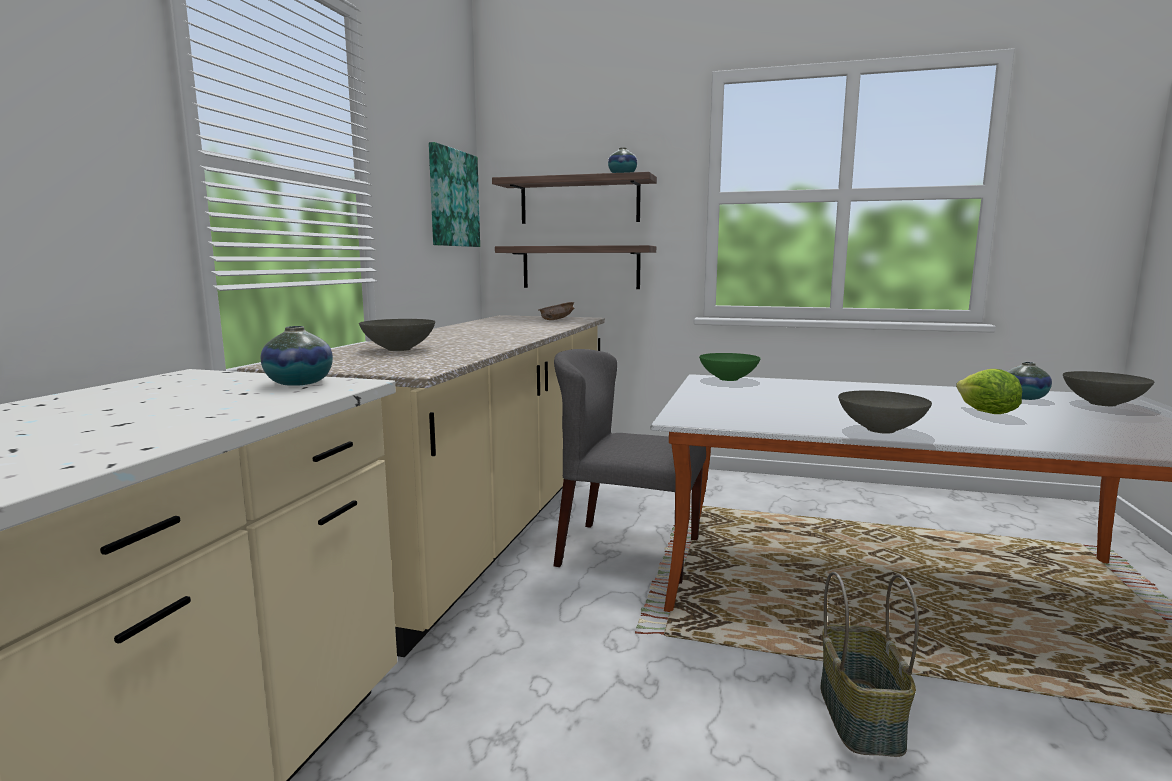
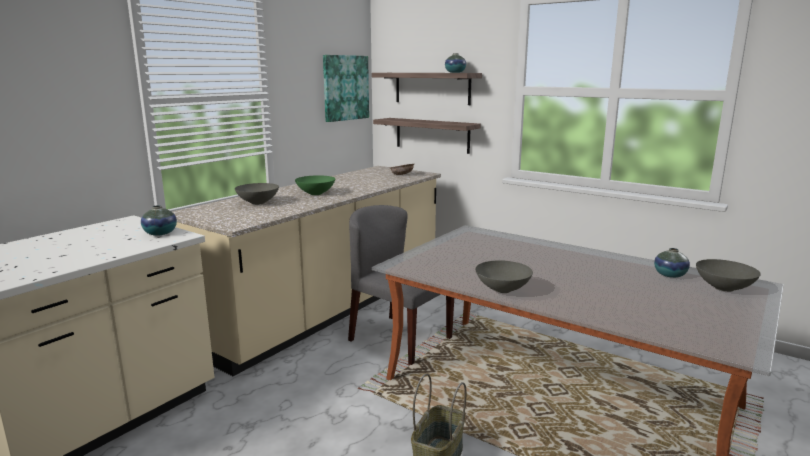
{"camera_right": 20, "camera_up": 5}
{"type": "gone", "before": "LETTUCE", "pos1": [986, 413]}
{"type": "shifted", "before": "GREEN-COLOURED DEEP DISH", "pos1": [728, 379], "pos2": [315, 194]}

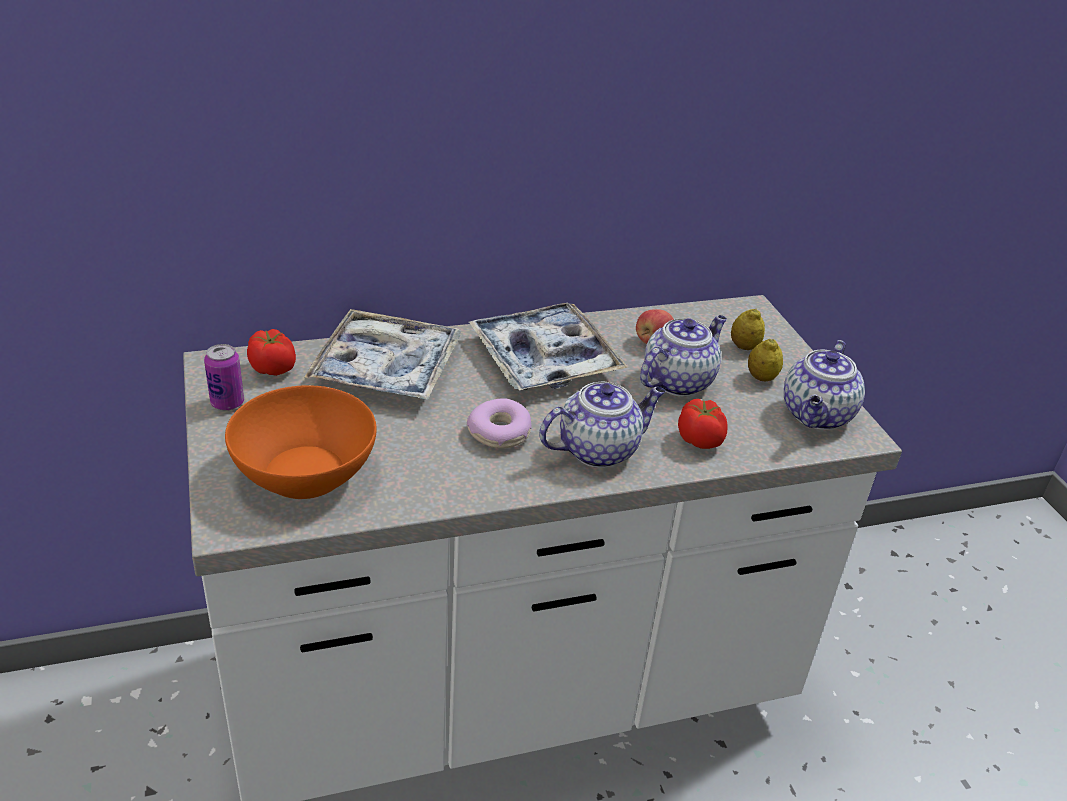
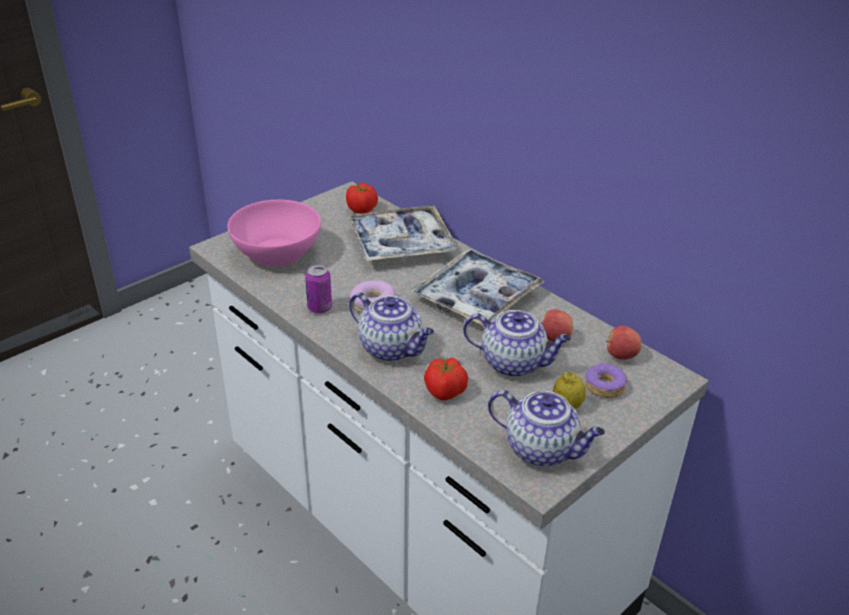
{"camera_right": 65, "camera_up": 0}
{"type": "new", "after": "WHOLE APPLE", "pos2": [620, 355]}
{"type": "shifted", "before": "SEALED CAN", "pos1": [227, 403], "pos2": [319, 308]}
{"type": "swapped", "before": "CITRUS FRUIT", "after": "RING DOUGHNUT", "pos1": [744, 347], "pos2": [604, 386]}
{"type": "repainted", "before": "ORANGEY DEEP DISH", "after": "PINK DEEP DISH", "pos1": [306, 472], "pos2": [277, 253]}
{"type": "rotated", "before": "TEA POT", "pos1": [817, 416], "pos2": [542, 449], "turn": -150}

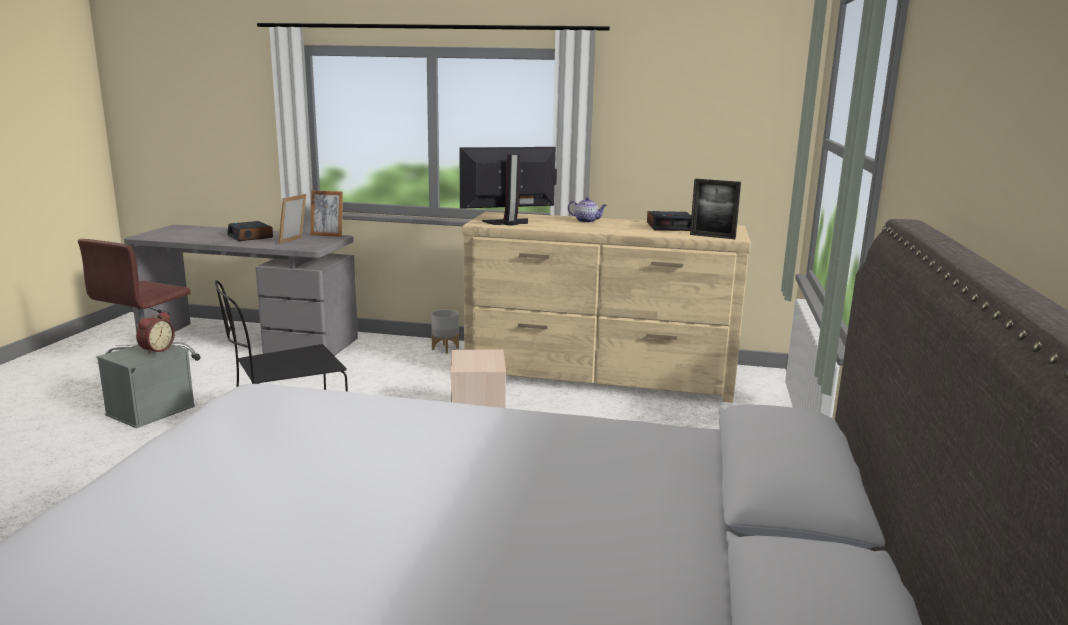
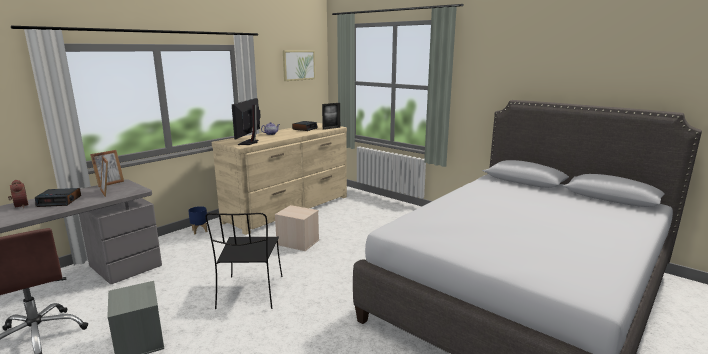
{"camera_right": -60, "camera_up": 0}
{"type": "new", "after": "WALL ART", "pos2": [298, 65]}
{"type": "shifted", "before": "BEDSIDE CLOCK", "pos1": [156, 349], "pos2": [19, 206]}
{"type": "repainted", "before": "GREY PLANTER", "after": "BLUISH PLANTER", "pos1": [445, 349], "pos2": [199, 231]}

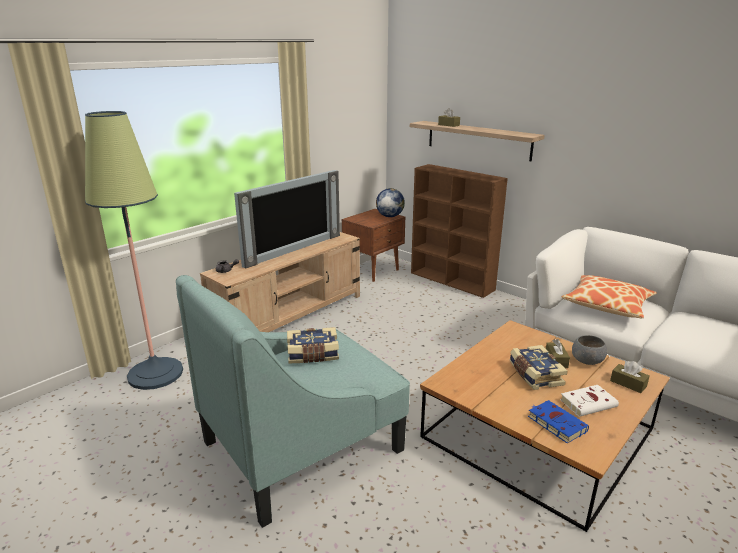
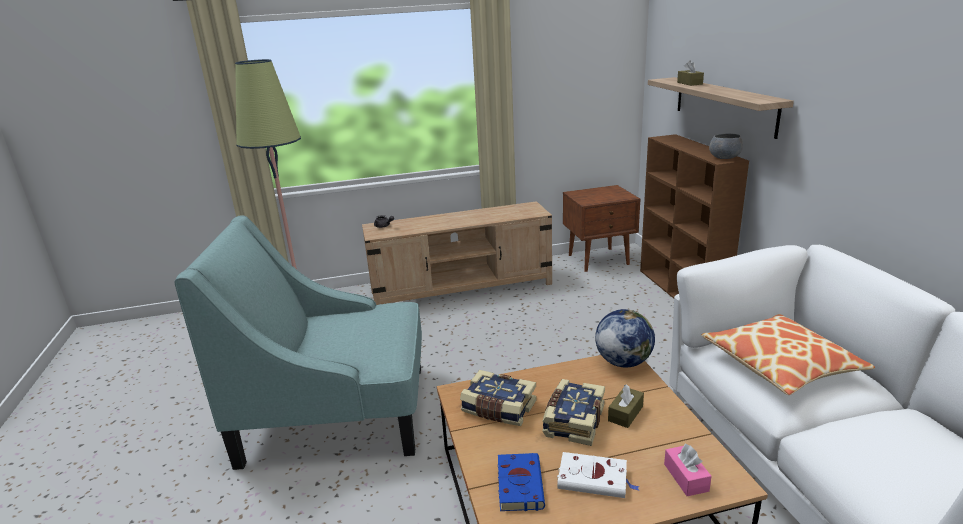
{"camera_right": 35, "camera_up": 0}
{"type": "gone", "before": "TV SET", "pos1": [291, 249]}
{"type": "shifted", "before": "BOOK", "pos1": [313, 354], "pos2": [498, 409]}
{"type": "shifted", "before": "GLOBE", "pos1": [389, 216], "pos2": [623, 362]}
{"type": "shifted", "before": "GREY DEEP DISH", "pos1": [586, 360], "pos2": [724, 157]}
{"type": "repainted", "before": "BROWN TISSUE BOX", "after": "PINK TISSUE BOX", "pos1": [628, 383], "pos2": [686, 477]}

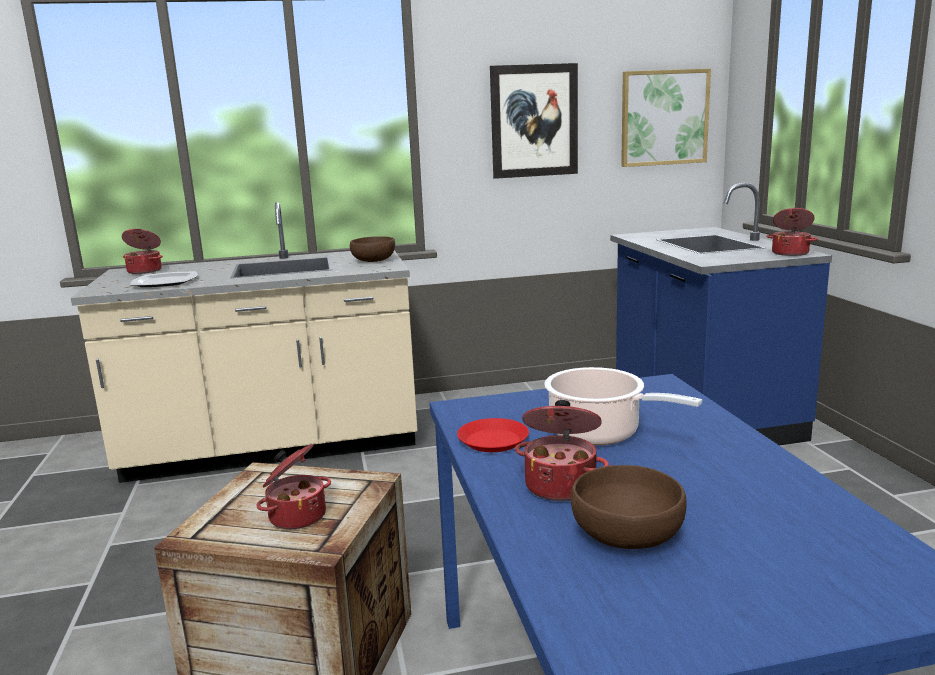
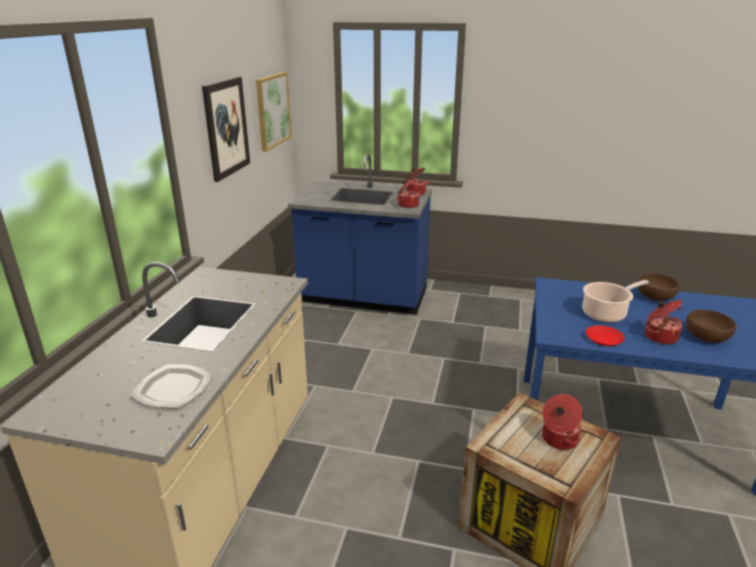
{"camera_right": -65, "camera_up": 10}
{"type": "shifted", "before": "SAUCEPOT", "pos1": [145, 271], "pos2": [408, 205]}
{"type": "shifted", "before": "BROWN DEEP DISH", "pos1": [374, 260], "pos2": [654, 296]}

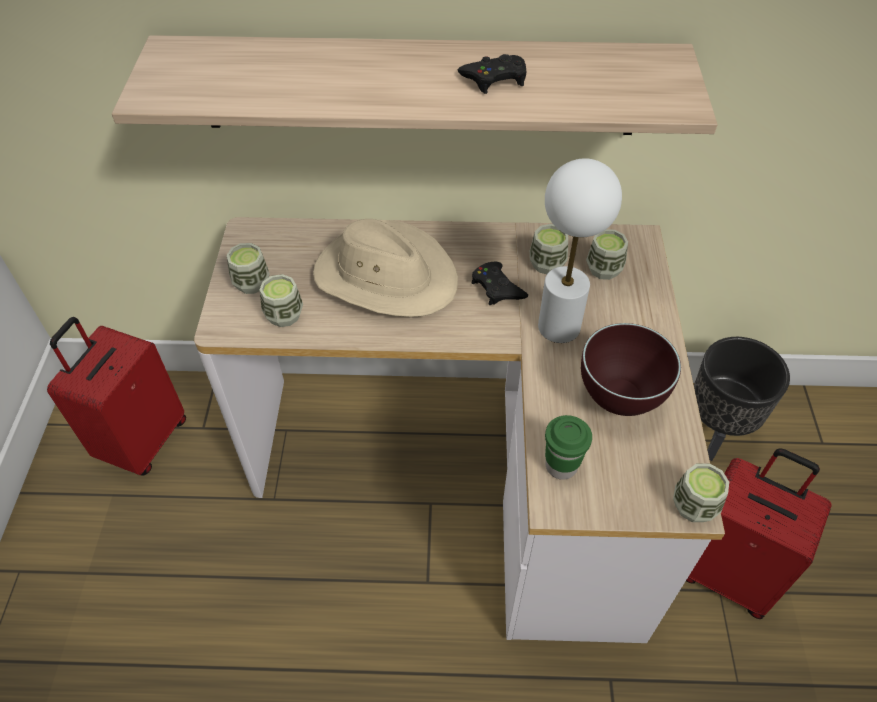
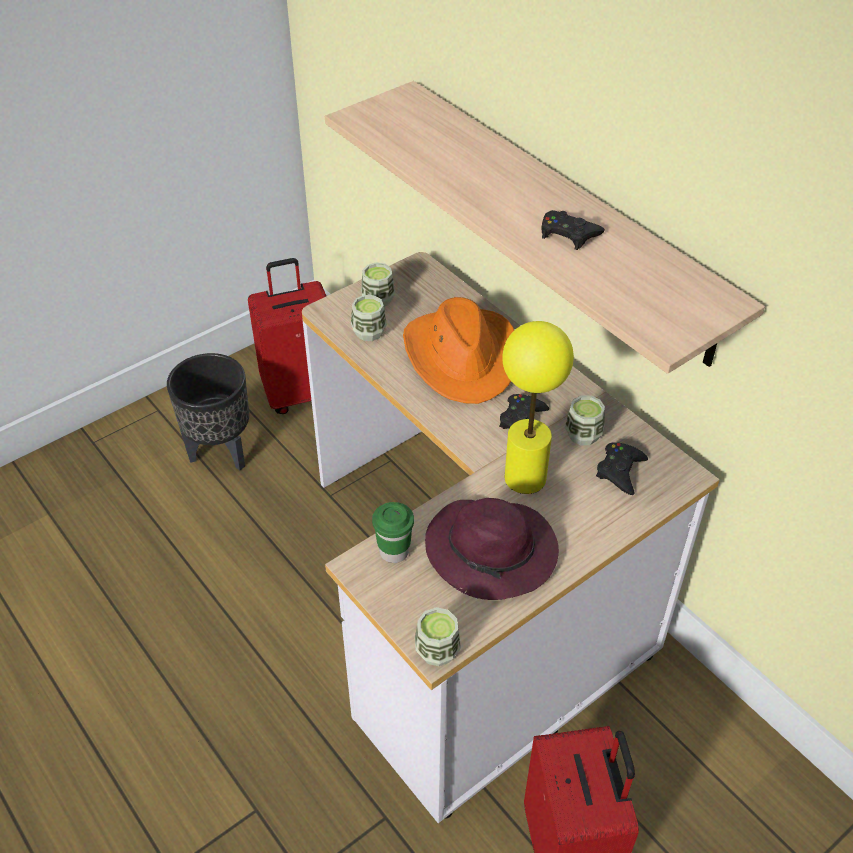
{"camera_right": 50, "camera_up": -5}
{"type": "shifted", "before": "BLACK-COLOURED PLANTER", "pos1": [713, 433], "pos2": [220, 452]}
{"type": "swapped", "before": "BROWN DEEP DISH", "after": "PURPLISH HAT", "pos1": [619, 399], "pos2": [493, 552]}
{"type": "swapped", "before": "DRINKING CUP", "after": "BLACK-COLOURED GAMEPAD", "pos1": [604, 269], "pos2": [620, 471]}
{"type": "repainted", "before": "SAND-COLOURED HAT", "after": "ORANGEY HAT", "pos1": [386, 276], "pos2": [462, 356]}
{"type": "repainted", "before": "WHITE-COLOURED TABLE LAMP", "after": "YELLOWISH TABLE LAMP", "pos1": [558, 326], "pos2": [525, 477]}

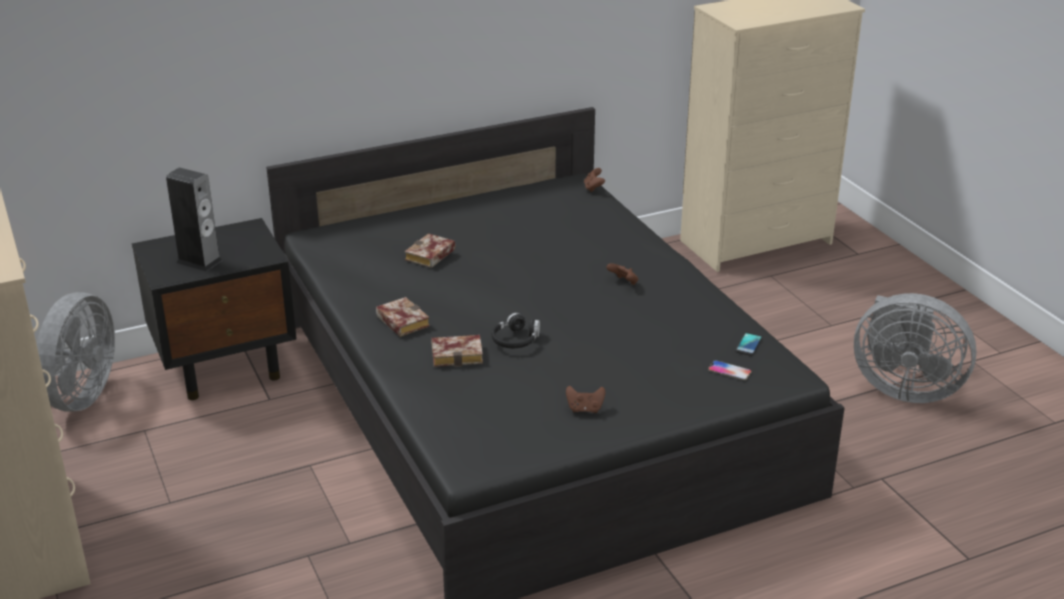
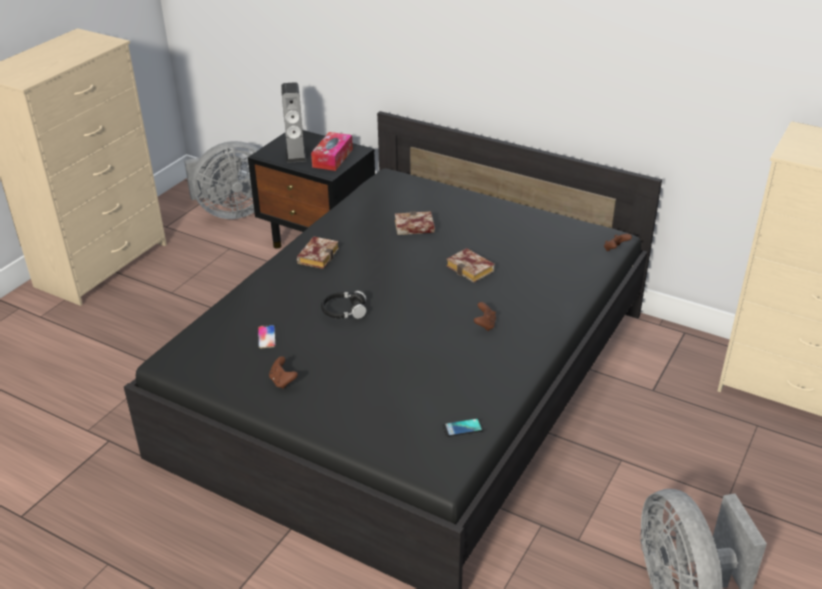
{"camera_right": 55, "camera_up": 5}
{"type": "new", "after": "TISSUE BOX", "pos2": [332, 158]}
{"type": "shifted", "before": "BOOK", "pos1": [459, 354], "pos2": [472, 269]}
{"type": "shifted", "before": "TELEPHONE", "pos1": [729, 371], "pos2": [266, 337]}

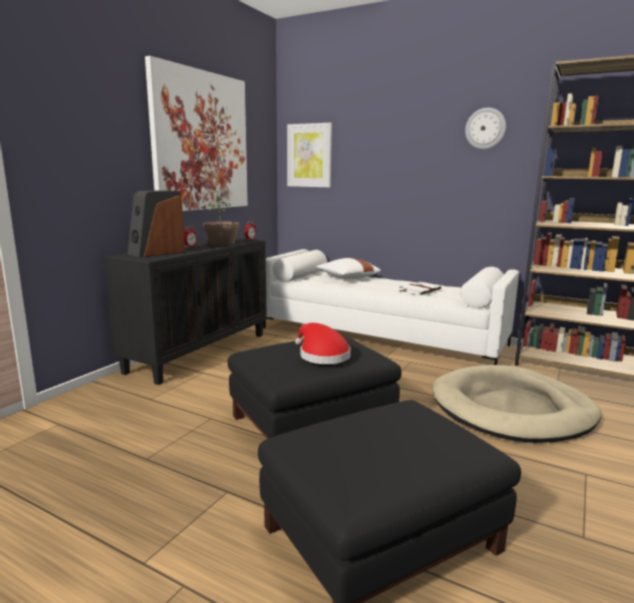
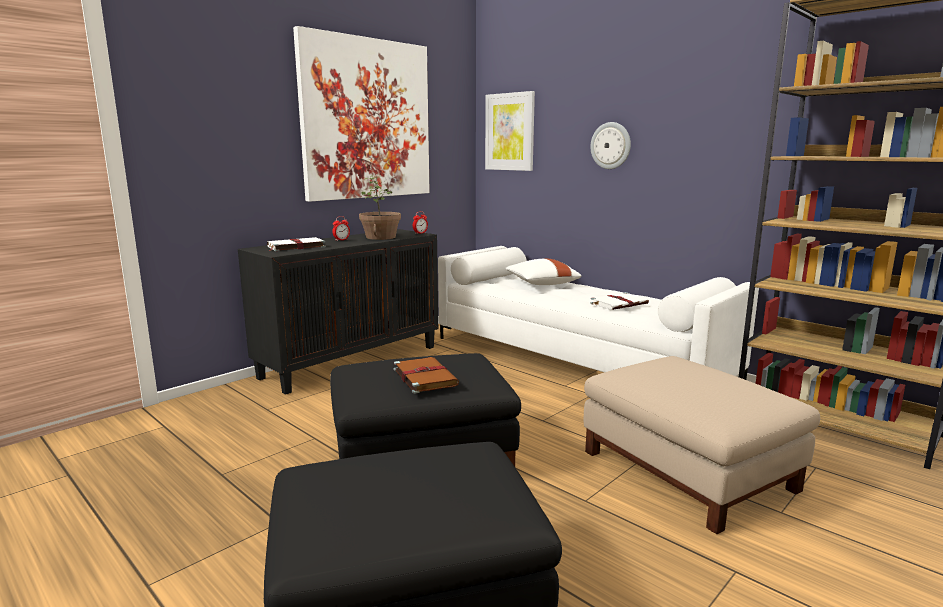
{"camera_right": 15, "camera_up": 0}
{"type": "shifted", "before": "WALL CLOCK", "pos1": [485, 128], "pos2": [611, 145]}
{"type": "swapped", "before": "AUDIO SPEAKER", "after": "WHITE-COLOURED BOOK", "pos1": [156, 253], "pos2": [295, 246]}
{"type": "swapped", "before": "RED-COLOURED HAT", "after": "BROWN BOOK", "pos1": [321, 355], "pos2": [424, 377]}
{"type": "swapped", "before": "SAND-COLOURED PET BED", "after": "SAND-COLOURED OTTOMAN", "pos1": [512, 409], "pos2": [689, 470]}

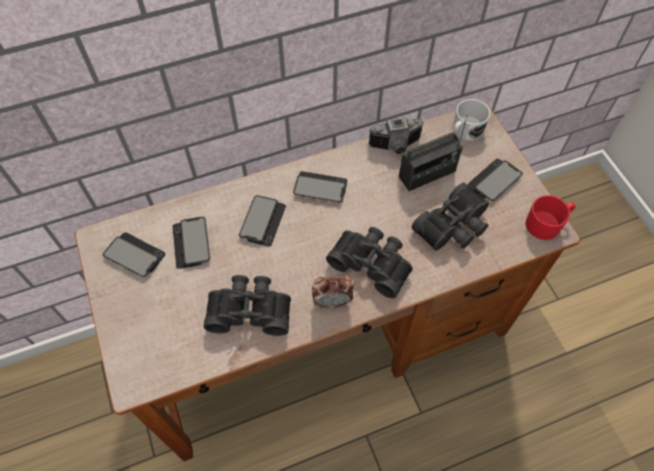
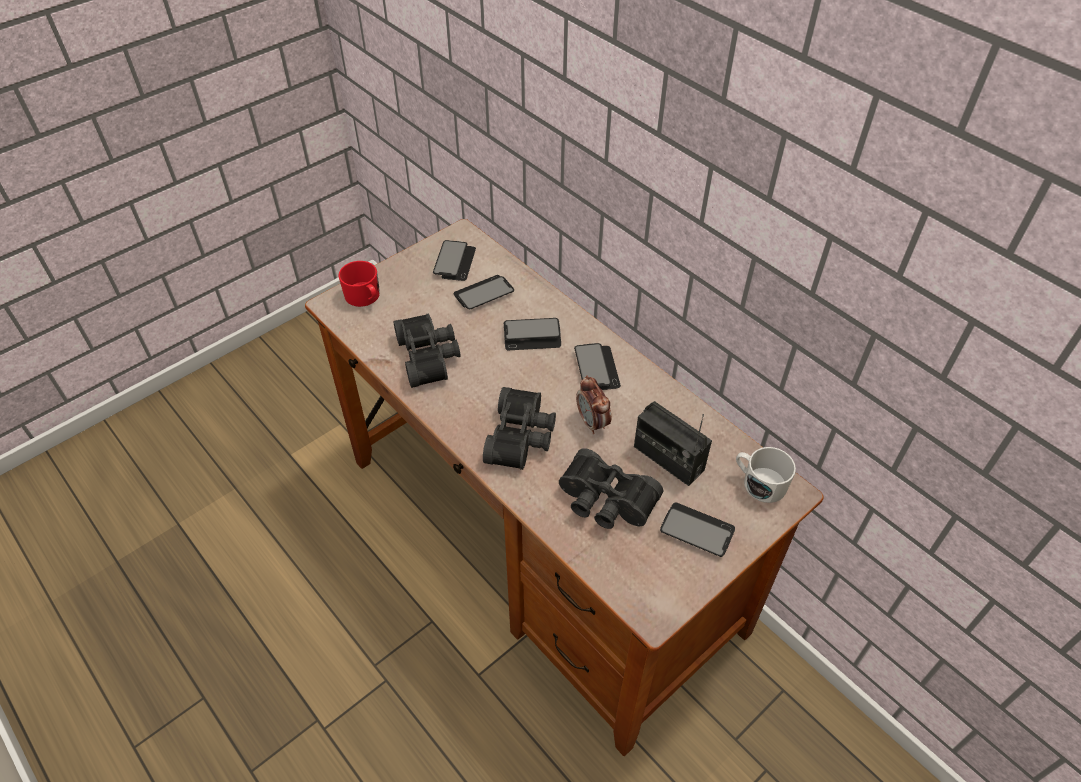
{"camera_right": 70, "camera_up": -10}
{"type": "gone", "before": "STILL CAMERA", "pos1": [396, 147]}
{"type": "shifted", "before": "BEDSIDE CLOCK", "pos1": [332, 302], "pos2": [592, 423]}
{"type": "shifted", "before": "RED-COLOURED MUG", "pos1": [546, 224], "pos2": [365, 297]}

